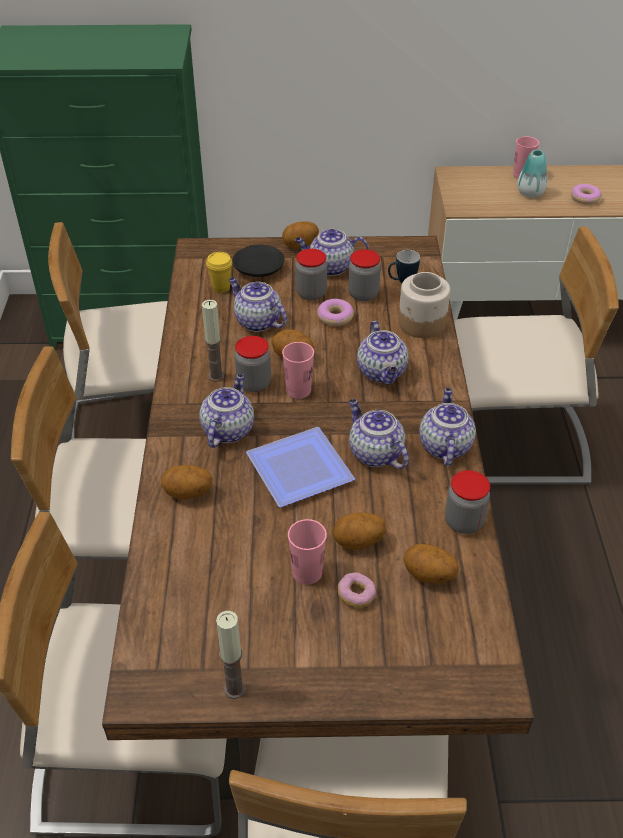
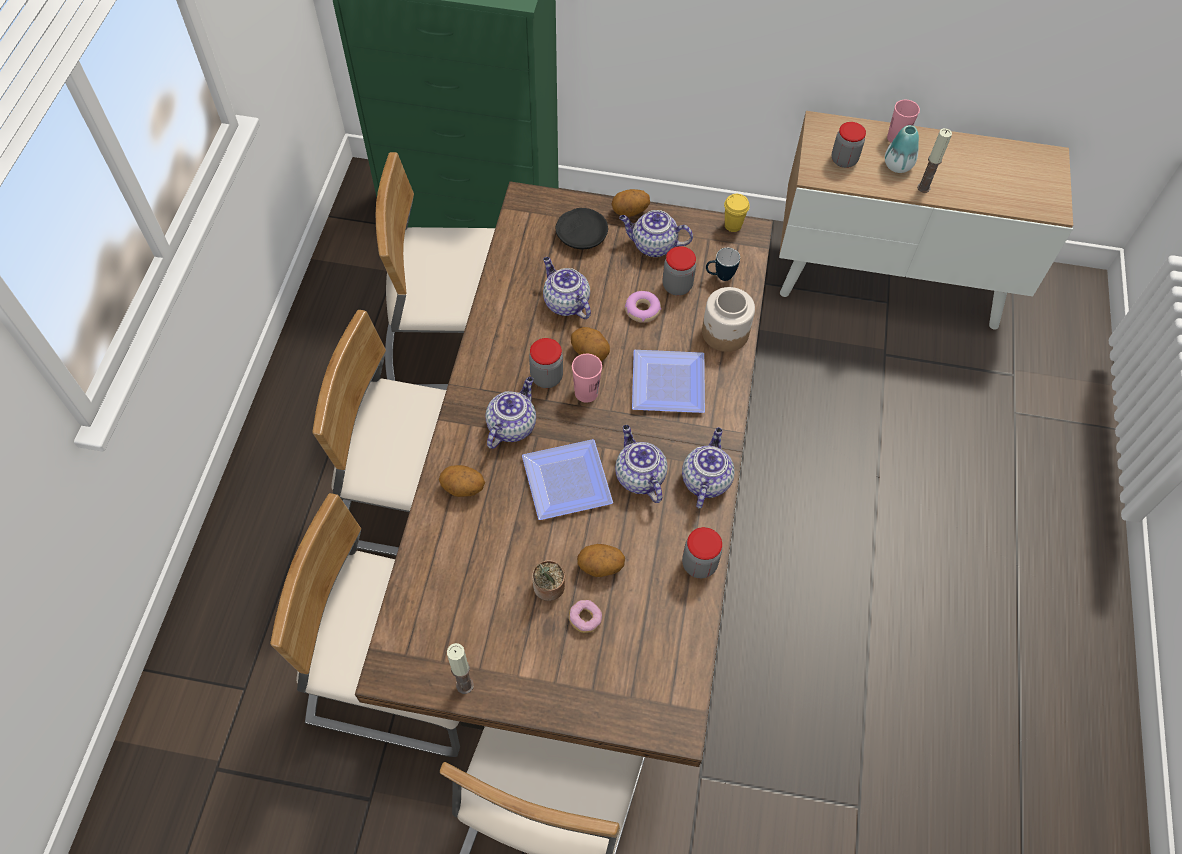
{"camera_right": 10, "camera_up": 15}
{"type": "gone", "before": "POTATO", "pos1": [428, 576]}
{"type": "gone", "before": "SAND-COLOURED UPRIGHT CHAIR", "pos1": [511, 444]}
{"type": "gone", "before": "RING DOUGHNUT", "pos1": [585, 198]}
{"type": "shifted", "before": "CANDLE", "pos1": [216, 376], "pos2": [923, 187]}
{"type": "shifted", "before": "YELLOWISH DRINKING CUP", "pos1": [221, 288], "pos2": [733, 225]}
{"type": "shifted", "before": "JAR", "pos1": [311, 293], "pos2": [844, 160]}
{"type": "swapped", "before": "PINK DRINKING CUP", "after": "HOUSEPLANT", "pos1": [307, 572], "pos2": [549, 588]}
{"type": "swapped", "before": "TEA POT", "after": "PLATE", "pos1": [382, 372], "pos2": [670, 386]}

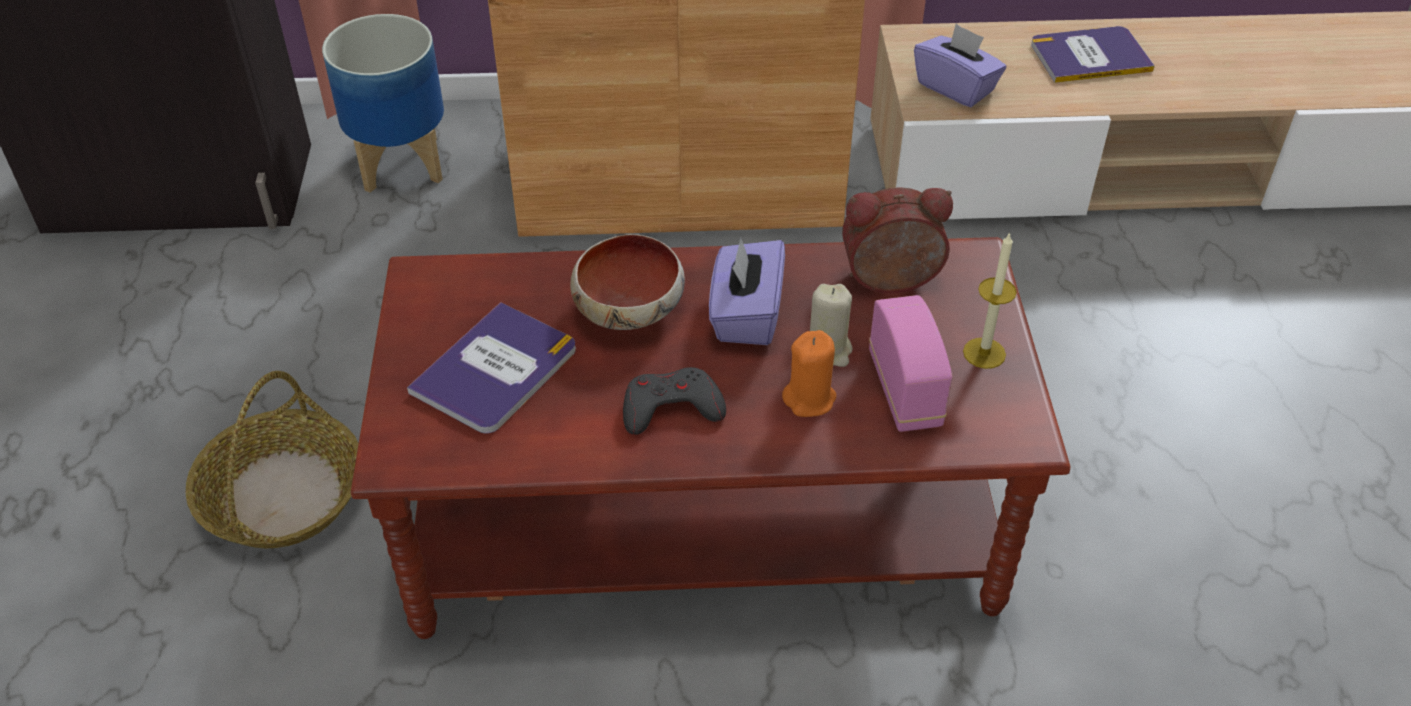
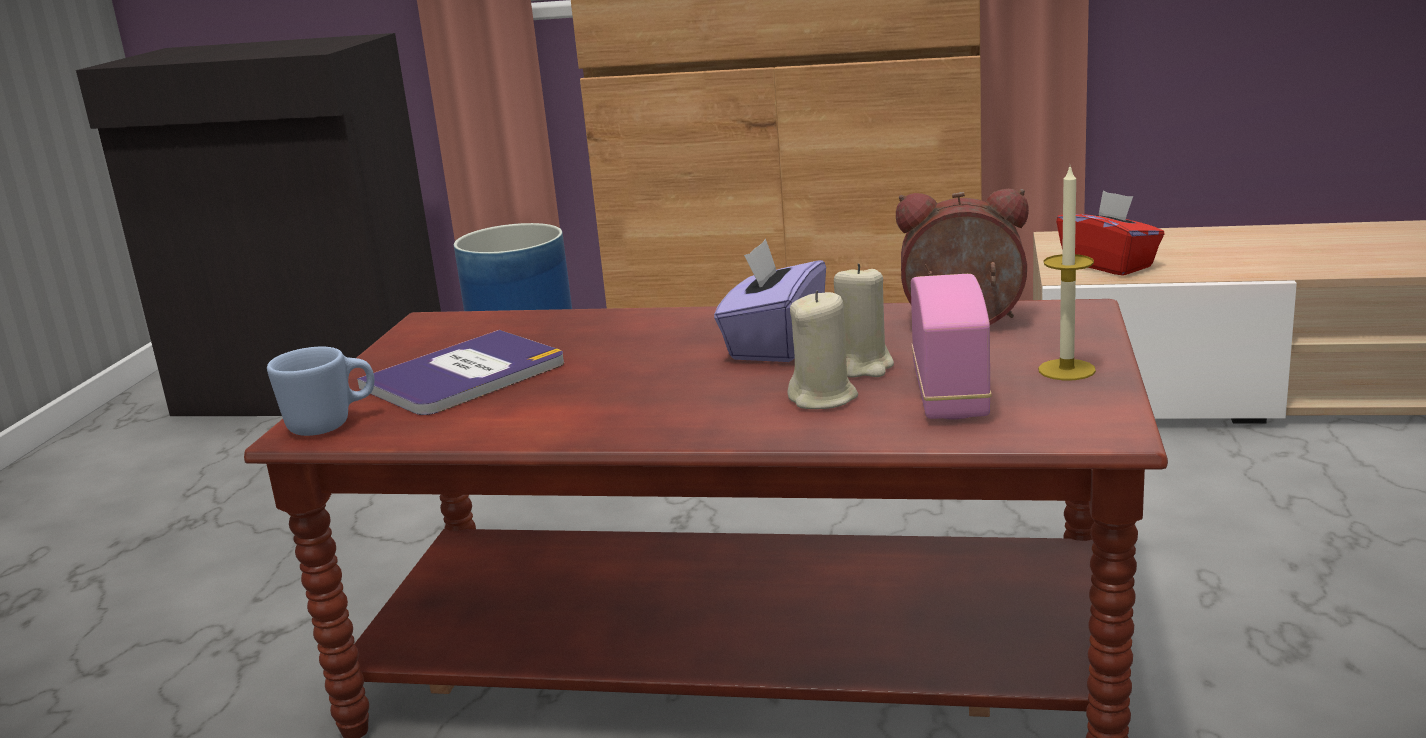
{"camera_right": 15, "camera_up": -25}
{"type": "gone", "before": "STORAGE BASKET", "pos1": [282, 495]}
{"type": "gone", "before": "DEEP DISH", "pos1": [628, 308]}
{"type": "gone", "before": "GREY GAMEPAD", "pos1": [671, 408]}
{"type": "gone", "before": "BOOK", "pos1": [1090, 56]}
{"type": "new", "after": "BLUISH MUG", "pos2": [331, 424]}
{"type": "repainted", "before": "ORANGEY CANDLE", "after": "SAND-COLOURED CANDLE", "pos1": [809, 399], "pos2": [823, 398]}
{"type": "repainted", "before": "PURPLISH TISSUE BOX", "after": "RED-COLOURED TISSUE BOX", "pos1": [956, 87], "pos2": [1109, 265]}

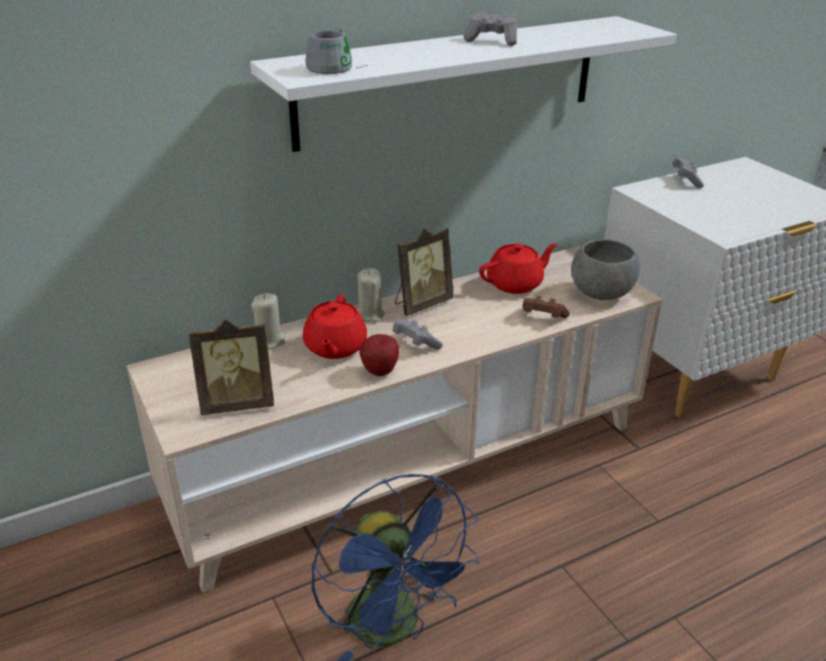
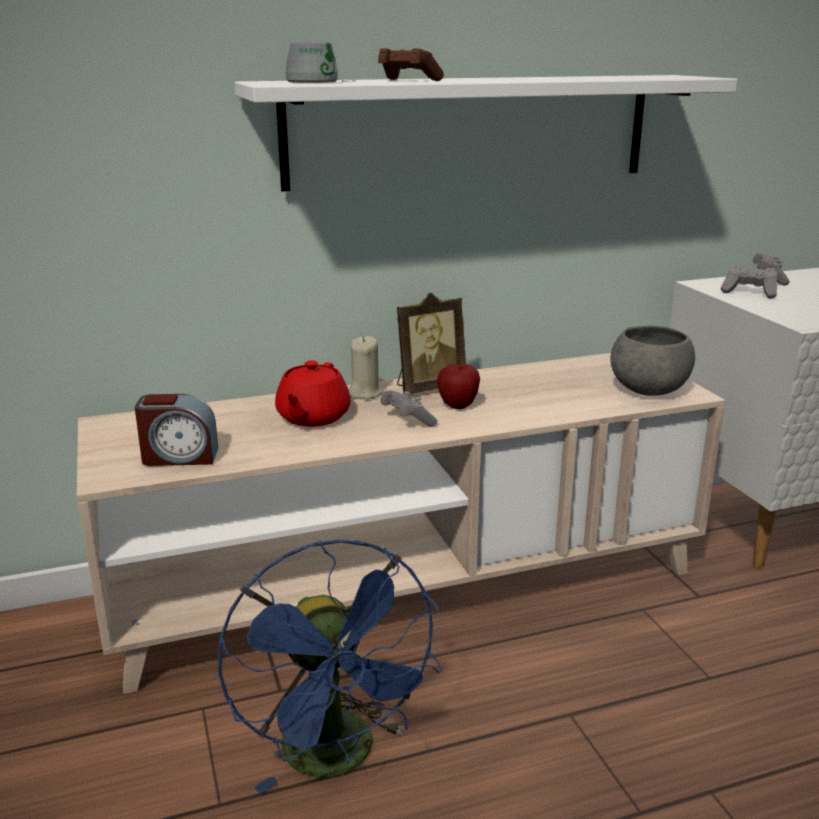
{"camera_right": 10, "camera_up": -10}
{"type": "gone", "before": "SAND-COLOURED CANDLE", "pos1": [269, 341]}
{"type": "gone", "before": "RED-COLOURED TEA POT", "pos1": [516, 284]}
{"type": "shifted", "before": "WHOLE APPLE", "pos1": [379, 372], "pos2": [458, 406]}
{"type": "shifted", "before": "GREY GAMEPAD", "pos1": [492, 41], "pos2": [749, 292]}
{"type": "shifted", "before": "BROWN GAMEPAD", "pos1": [542, 318], "pos2": [407, 80]}
{"type": "swapped", "before": "STANDING FRAME", "after": "BEDSIDE CLOCK", "pos1": [237, 403], "pos2": [179, 457]}

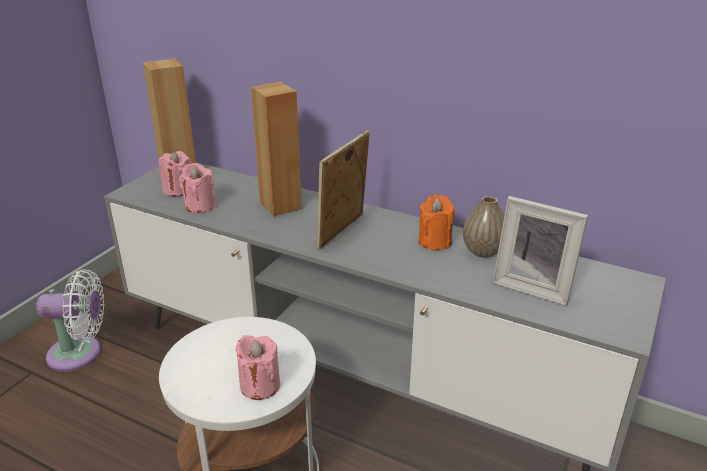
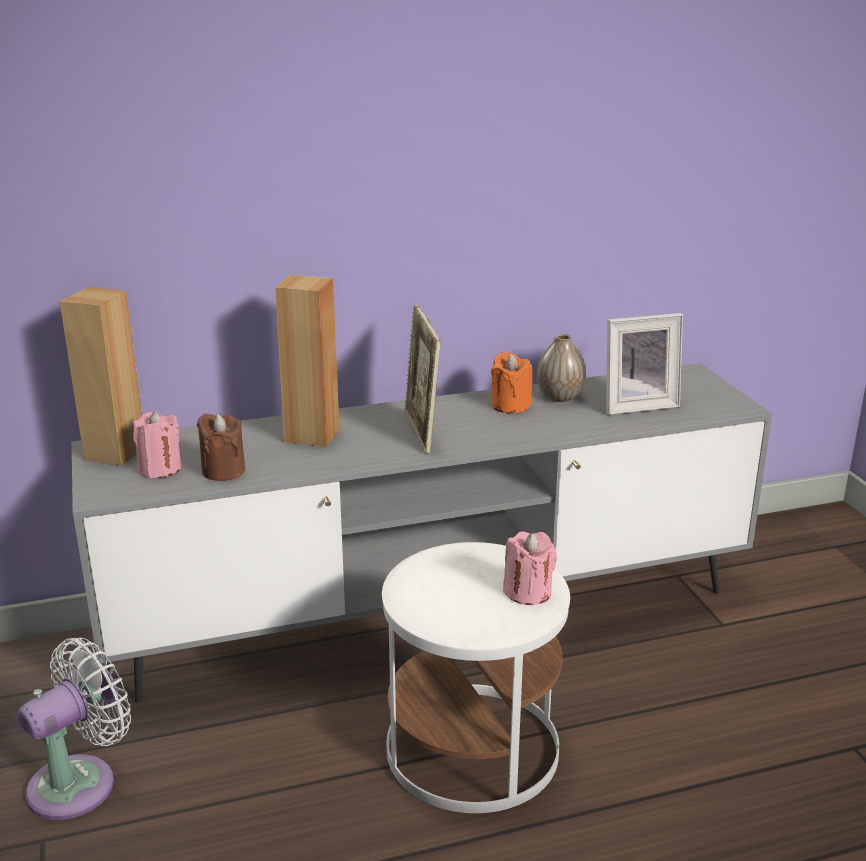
{"camera_right": -45, "camera_up": -5}
{"type": "repainted", "before": "PINK CANDLE", "after": "BROWN CANDLE", "pos1": [200, 205], "pos2": [223, 471]}

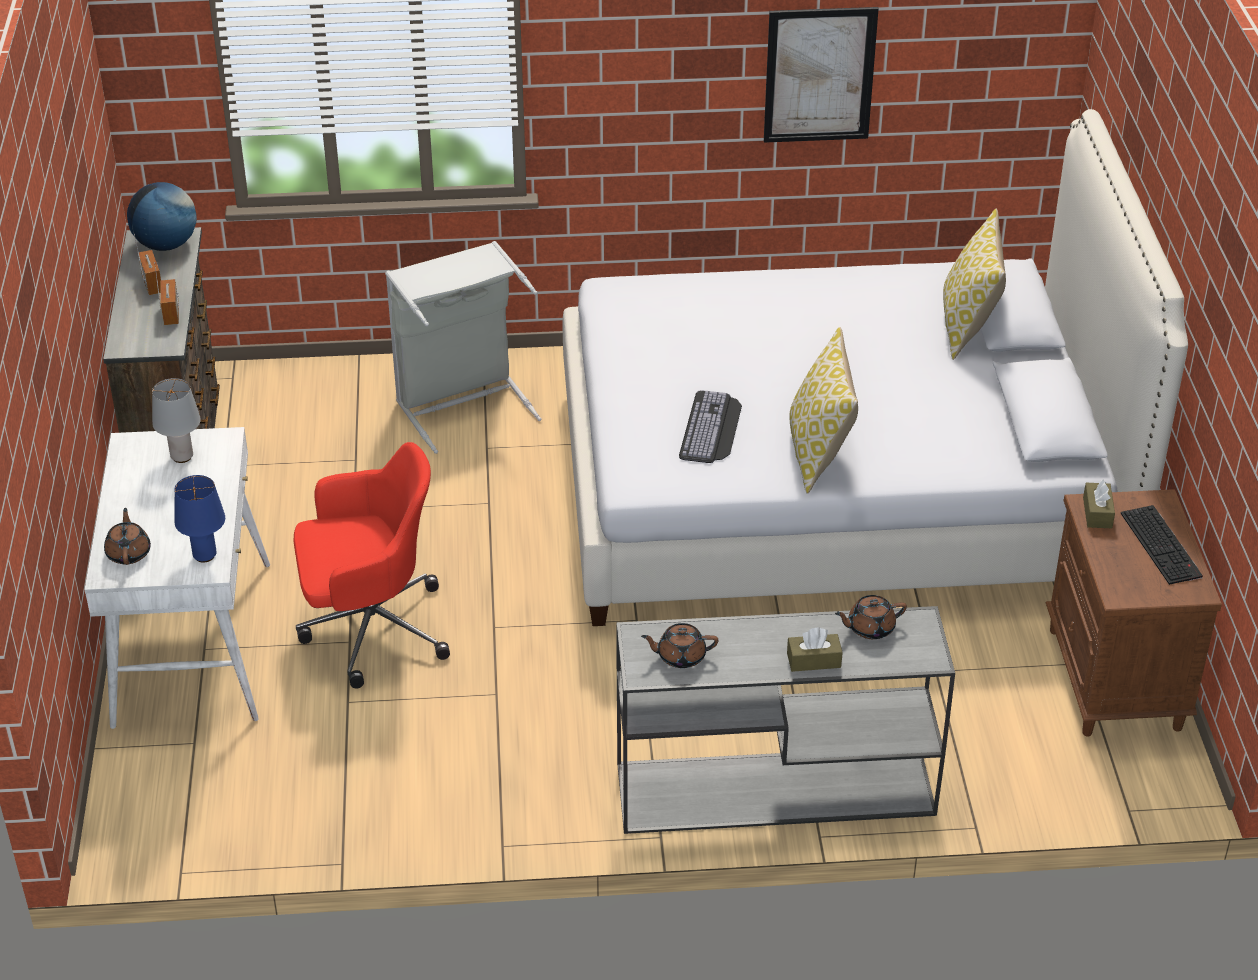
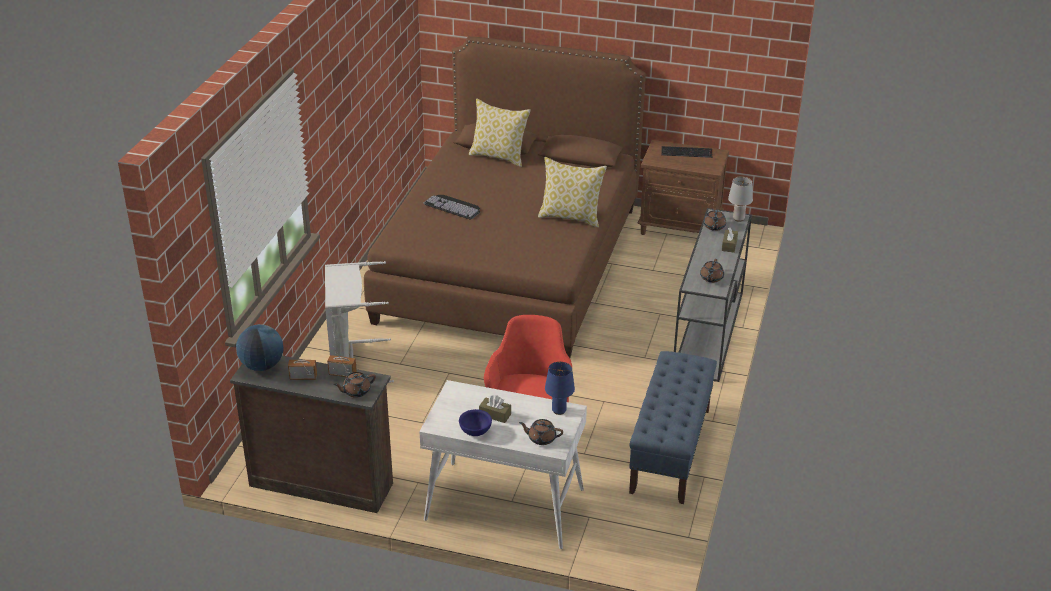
{"camera_right": -70, "camera_up": -5}
{"type": "gone", "before": "WALL ART", "pos1": [819, 75]}
{"type": "new", "after": "BROWN TEA POT", "pos2": [356, 391]}
{"type": "new", "after": "BLUISH DEEP DISH", "pos2": [475, 432]}
{"type": "new", "after": "BLUISH INDOOR BENCH", "pos2": [670, 451]}
{"type": "shifted", "before": "GREY TABLE LAMP", "pos1": [181, 456], "pos2": [738, 219]}
{"type": "shifted", "before": "COMPUTER KEYBOARD", "pos1": [712, 428], "pos2": [454, 206]}
{"type": "shifted", "before": "BROWN TISSUE BOX", "pos1": [1097, 513], "pos2": [495, 415]}
{"type": "repainted", "before": "WHITE-COLOURED SLEEPING BED", "after": "BROWN SLEEPING BED", "pos1": [837, 488], "pos2": [509, 263]}

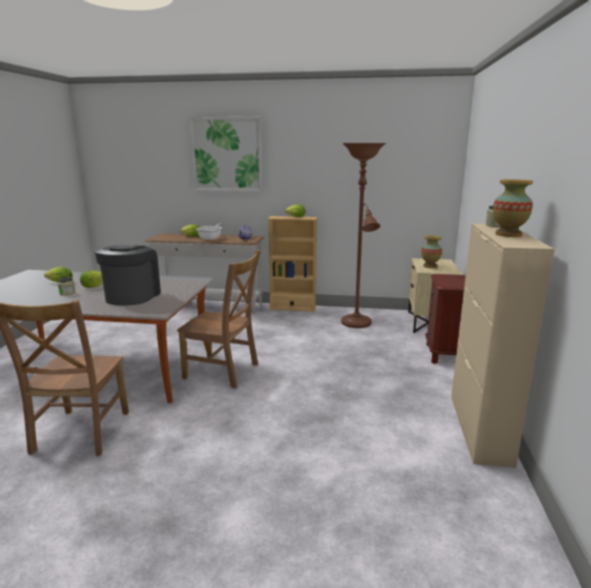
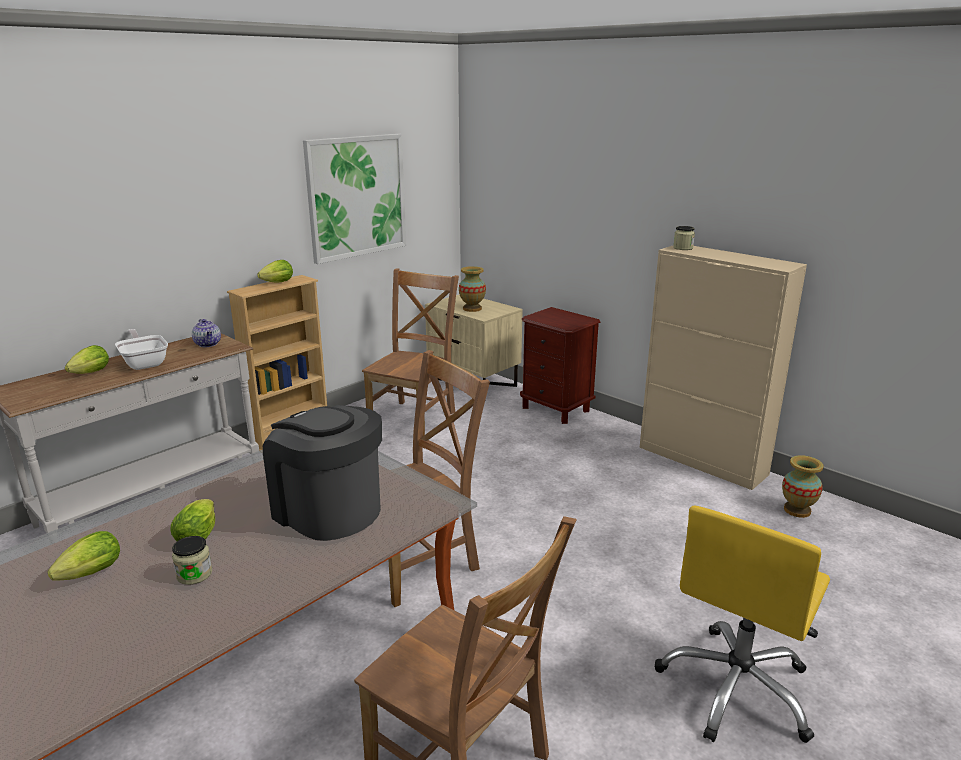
{"camera_right": -55, "camera_up": 5}
{"type": "new", "after": "YELLOWISH DESK CHAIR", "pos2": [736, 688]}
{"type": "shifted", "before": "WALL ART", "pos1": [227, 154], "pos2": [356, 197]}
{"type": "shifted", "before": "DECORATIVE VASE", "pos1": [508, 234], "pos2": [797, 510]}
{"type": "swapped", "before": "BROWN STANDARD LAMP", "after": "BROWN UPRIGHT CHAIR", "pos1": [357, 324], "pos2": [414, 418]}

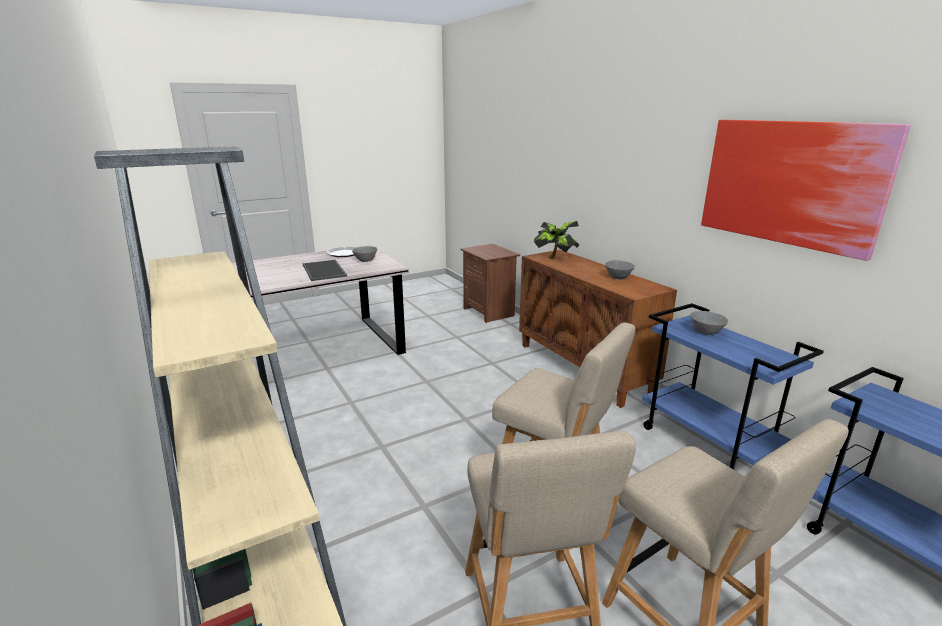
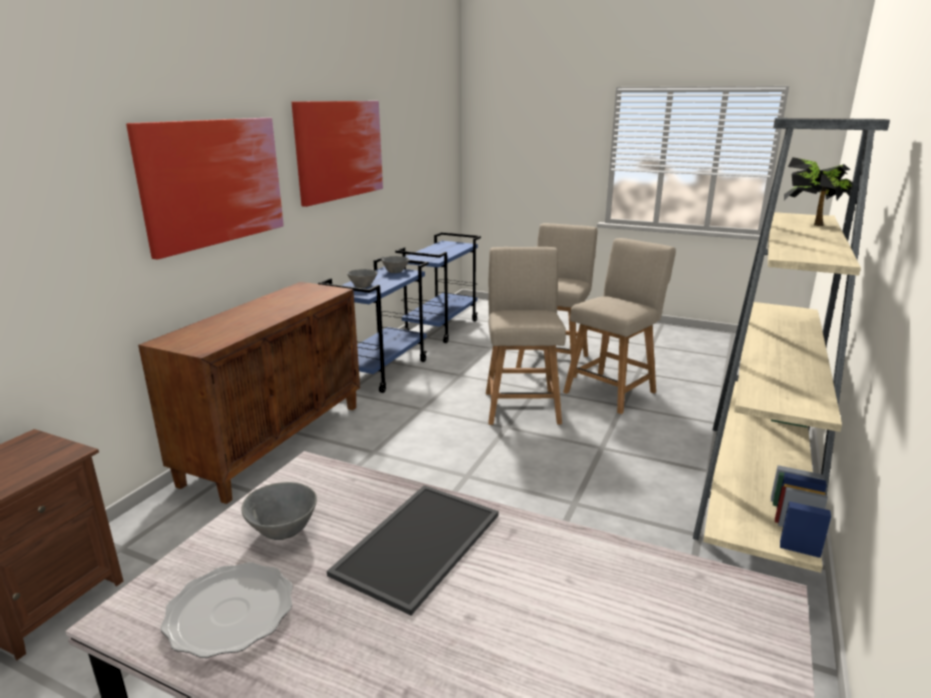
{"camera_right": -125, "camera_up": 0}
{"type": "new", "after": "WALL ART", "pos2": [213, 182]}
{"type": "shifted", "before": "HOUSEPLANT", "pos1": [555, 259], "pos2": [814, 223]}
{"type": "shifted", "before": "GREY DEEP DISH", "pos1": [617, 277], "pos2": [396, 271]}

